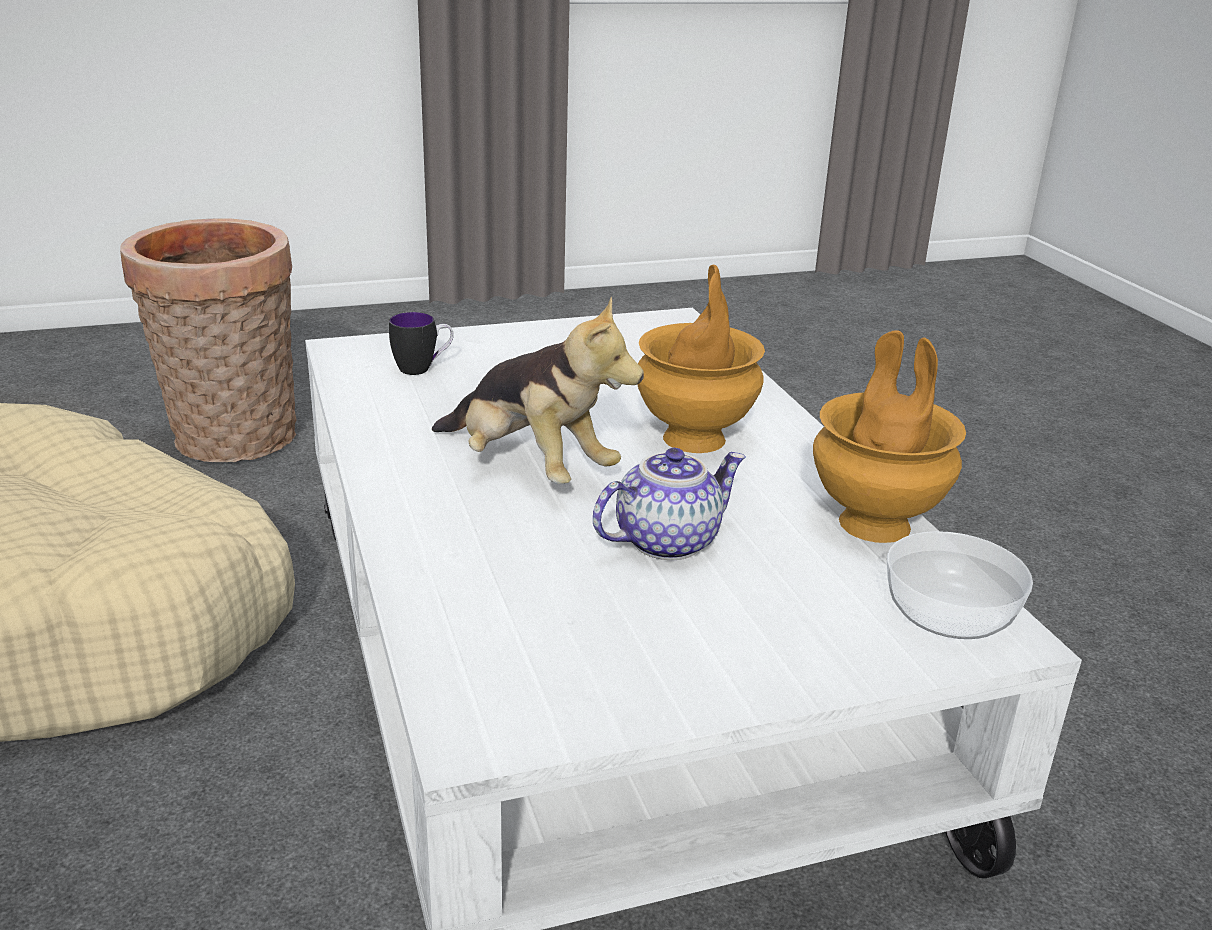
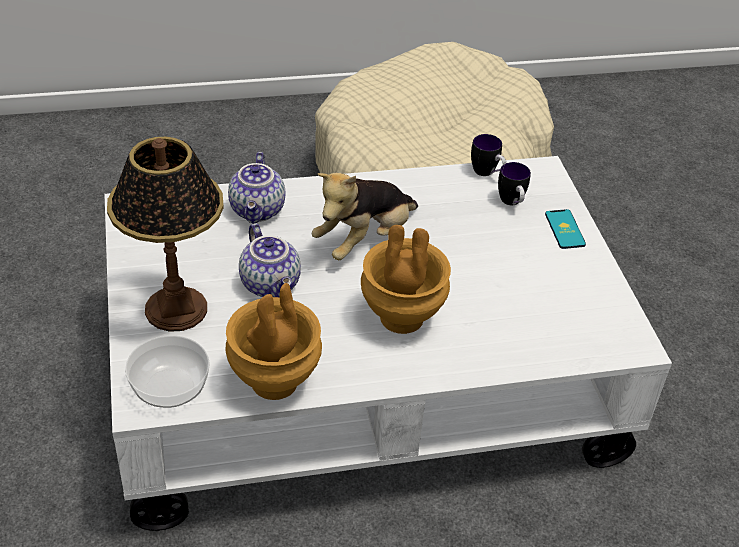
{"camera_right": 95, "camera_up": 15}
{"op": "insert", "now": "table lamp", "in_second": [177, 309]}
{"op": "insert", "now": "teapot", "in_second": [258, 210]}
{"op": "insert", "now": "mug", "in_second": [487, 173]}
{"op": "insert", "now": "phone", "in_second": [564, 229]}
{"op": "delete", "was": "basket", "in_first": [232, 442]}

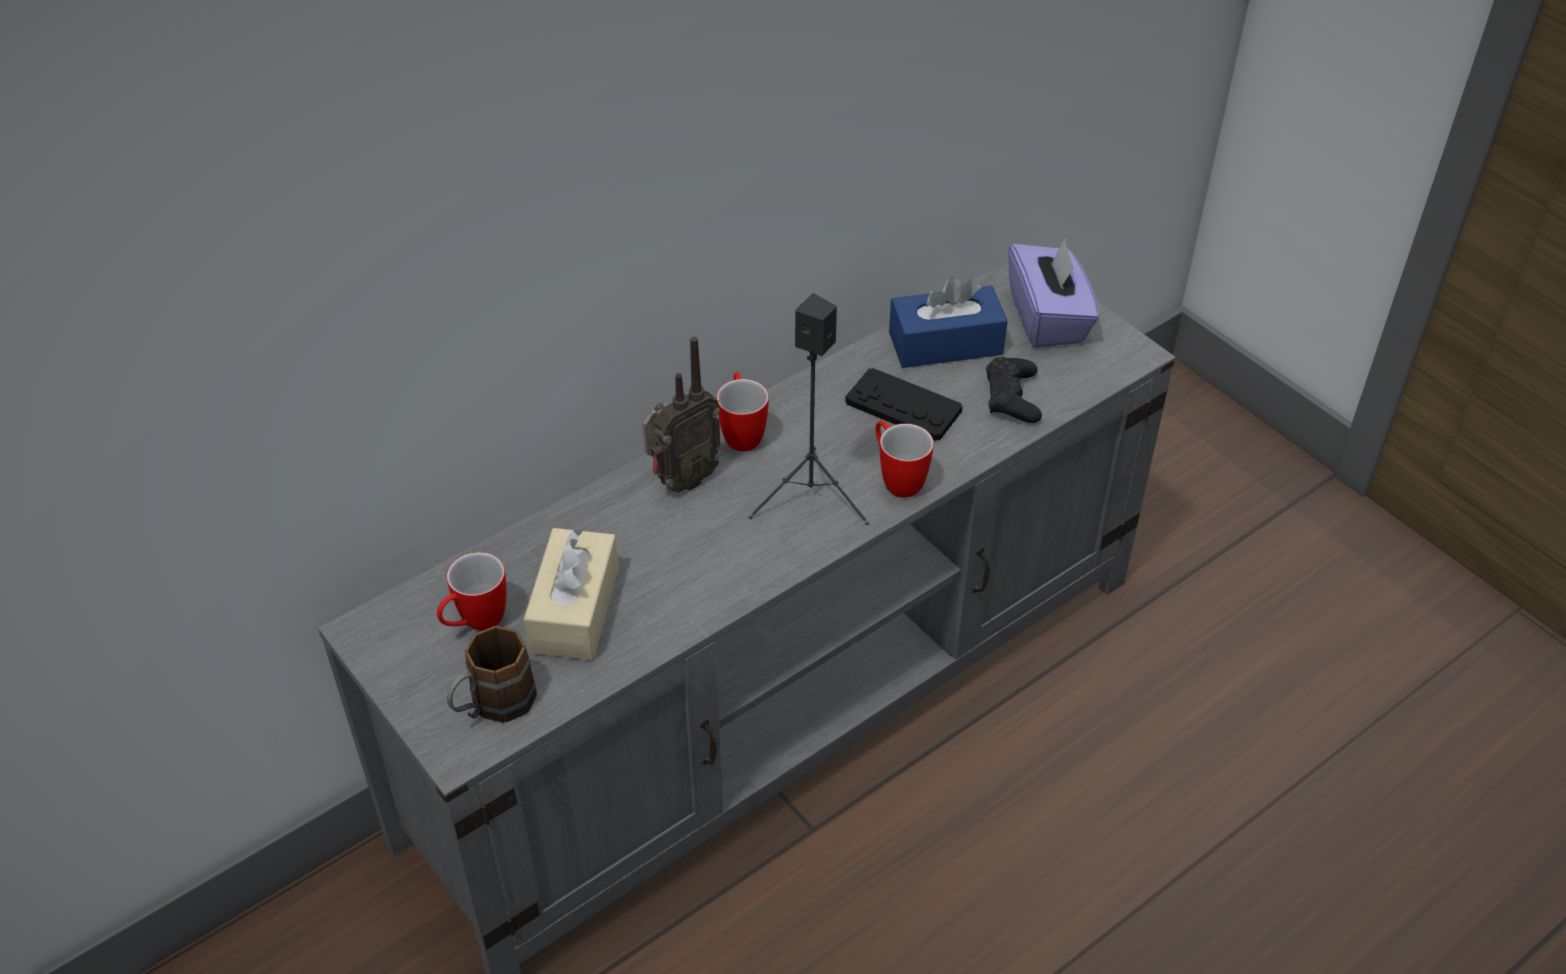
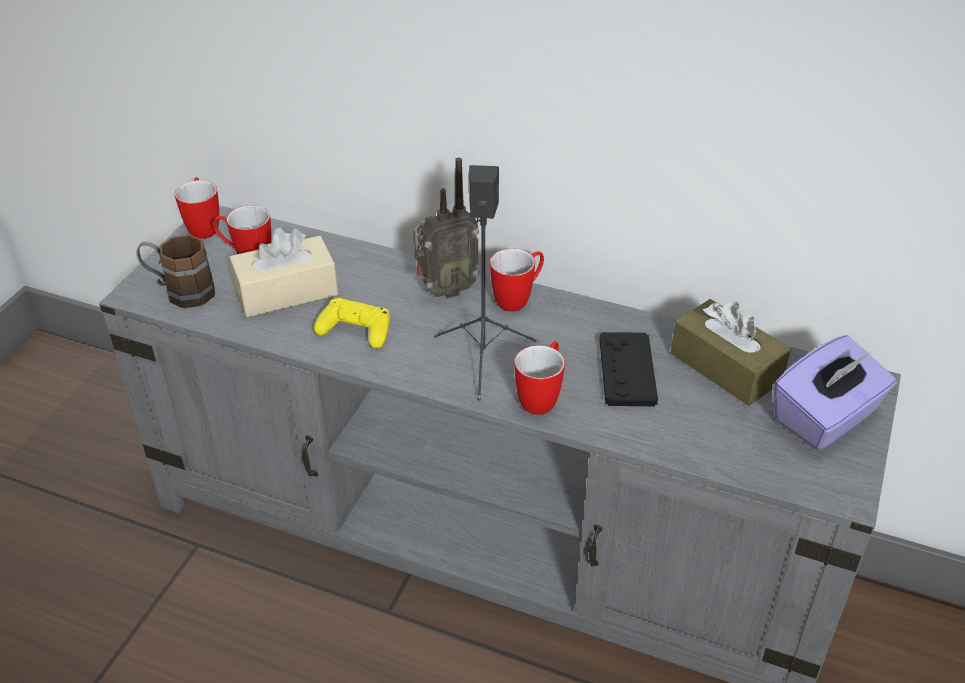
{"camera_right": 60, "camera_up": -5}
{"op": "insert", "now": "mug", "in_second": [203, 226]}
{"op": "insert", "now": "yellow game controller", "in_second": [356, 330]}
{"op": "rotate", "was": "radio", "in_first": [682, 480], "in_second": [445, 290], "clockwise": -45}
{"op": "recolor", "was": "blue tissue box", "now": "brown tissue box", "in_first": [945, 344], "in_second": [725, 367]}
{"op": "delete", "was": "black game controller", "in_first": [1012, 397]}

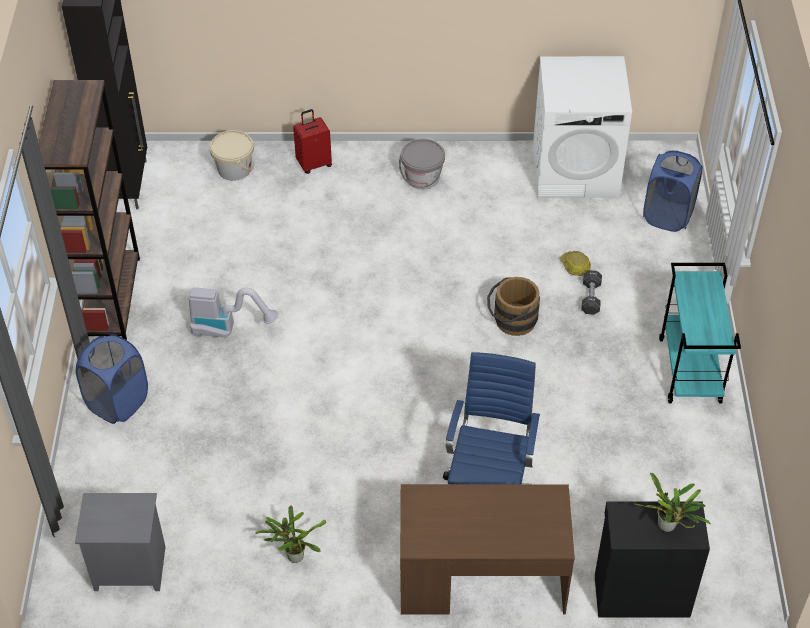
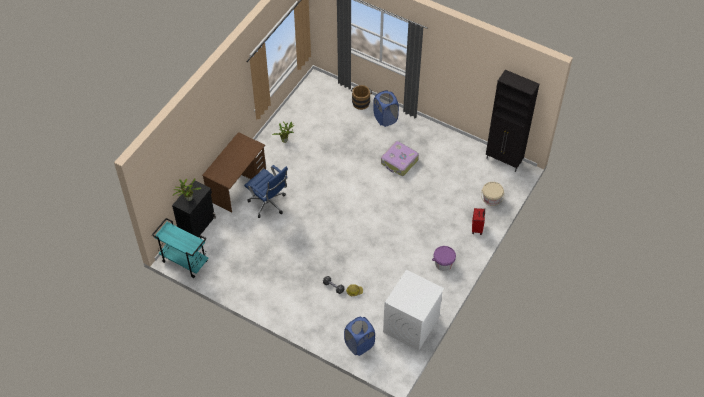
{"camera_right": 120, "camera_up": 5}
{"op": "move", "was": "turquoise cart", "in_first": [690, 371], "in_second": [184, 261]}
{"op": "move", "was": "brown bucket", "in_first": [511, 321], "in_second": [361, 102]}
{"op": "replace", "was": "vacuum cleaner", "now": "suitcase", "in_first": [228, 329], "in_second": [399, 162]}
{"op": "recolor", "was": "grey bucket", "now": "purple bucket", "in_first": [422, 178], "in_second": [443, 263]}
{"op": "delete", "was": "brown bookcase", "in_first": [110, 298]}
{"op": "delete", "was": "grey nightstand", "in_first": [128, 569]}

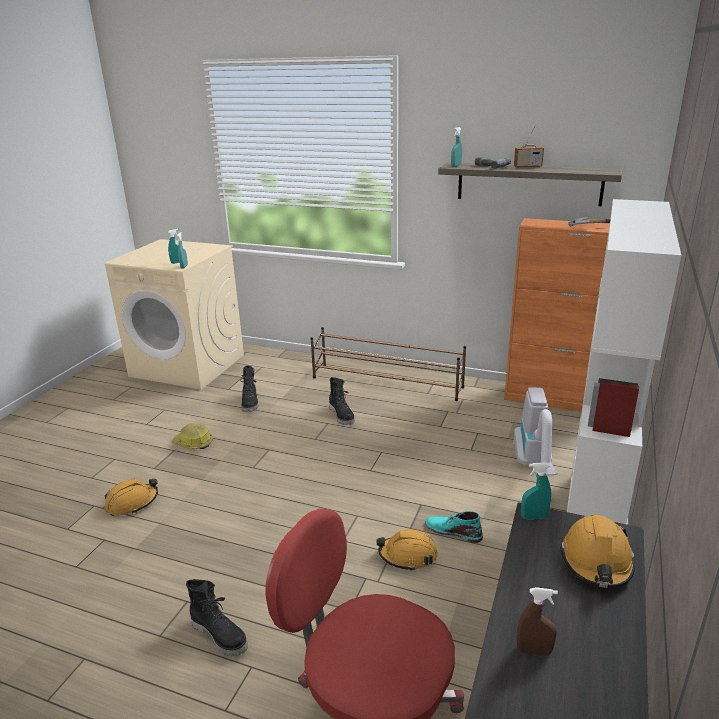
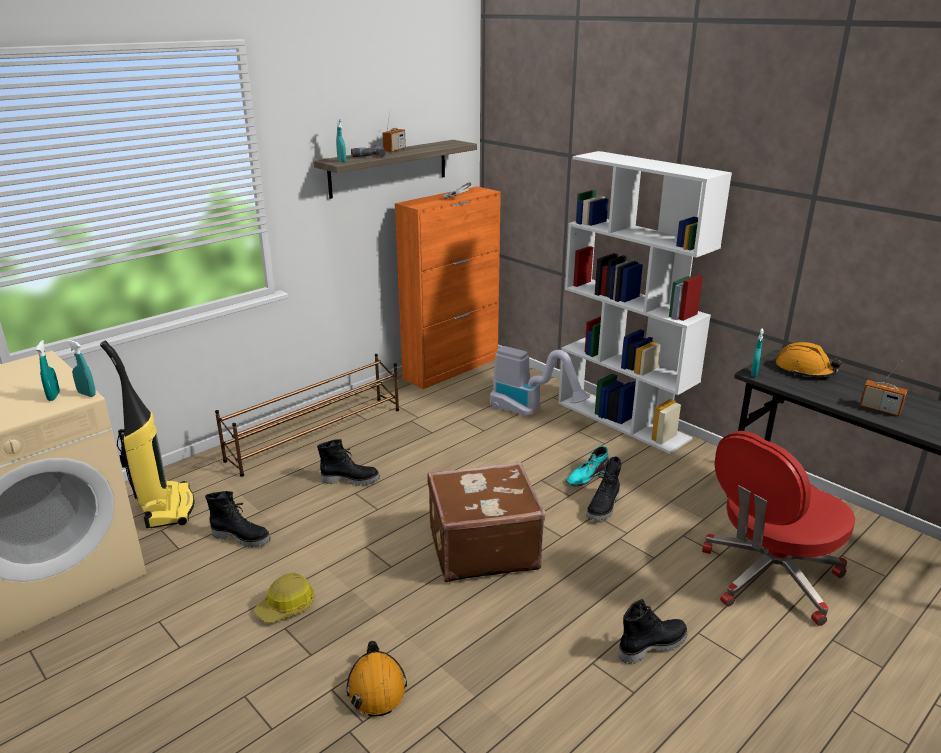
{"camera_right": -65, "camera_up": 0}
{"op": "insert", "now": "vacuum cleaner", "in_second": [166, 508]}
{"op": "insert", "now": "brown suitcase", "in_second": [482, 548]}
{"op": "replace", "was": "orange hard hat", "now": "black boot", "in_first": [408, 555], "in_second": [604, 507]}
{"op": "replace", "was": "brown spray bottle", "now": "radio", "in_first": [534, 651], "in_second": [880, 409]}

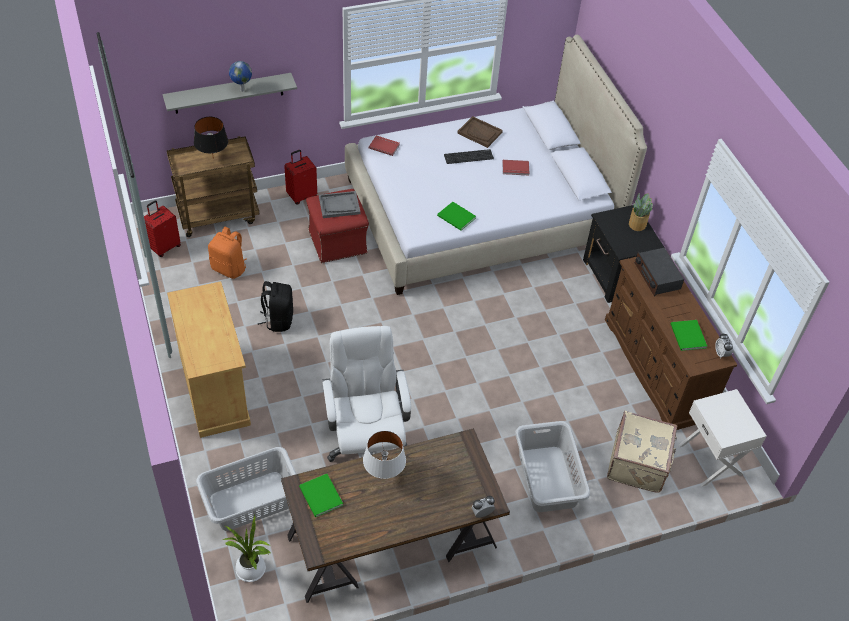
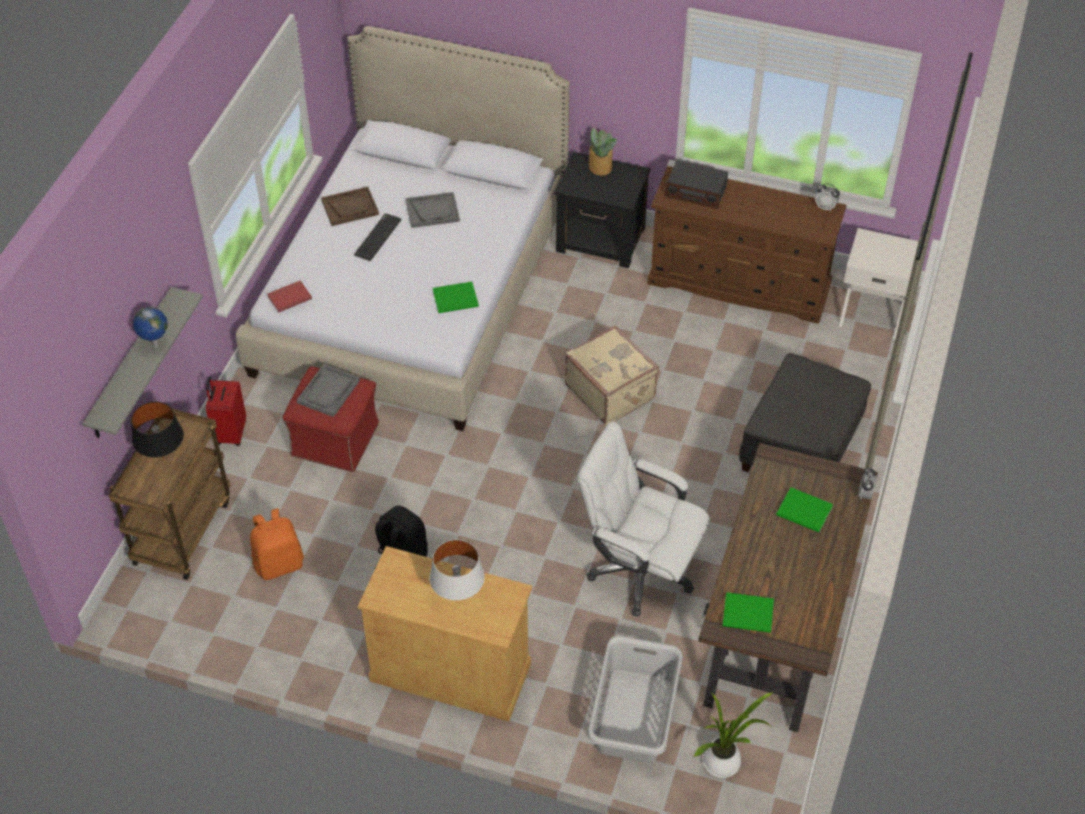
{"camera_right": -50, "camera_up": 0}
{"op": "replace", "was": "red book", "now": "grey tray", "in_first": [515, 169], "in_second": [432, 211]}
{"op": "move", "was": "white table lamp", "in_first": [384, 474], "in_second": [458, 597]}
{"op": "move", "was": "beige suitcase", "in_first": [639, 463], "in_second": [611, 391]}
{"op": "replace", "was": "grey laundry basket", "now": "grey ottoman", "in_first": [548, 478], "in_second": [800, 446]}
{"op": "move", "was": "green book", "in_first": [687, 337], "in_second": [805, 512]}
{"op": "delete", "was": "red suitcase", "in_first": [164, 247]}

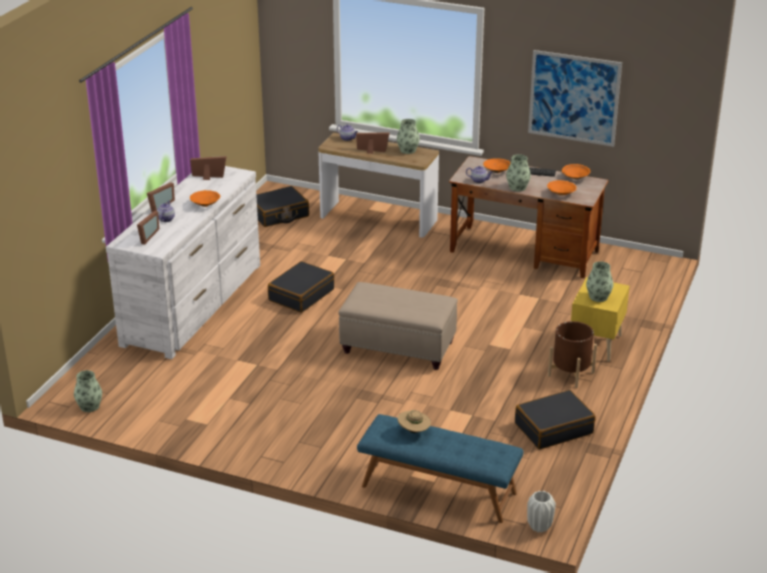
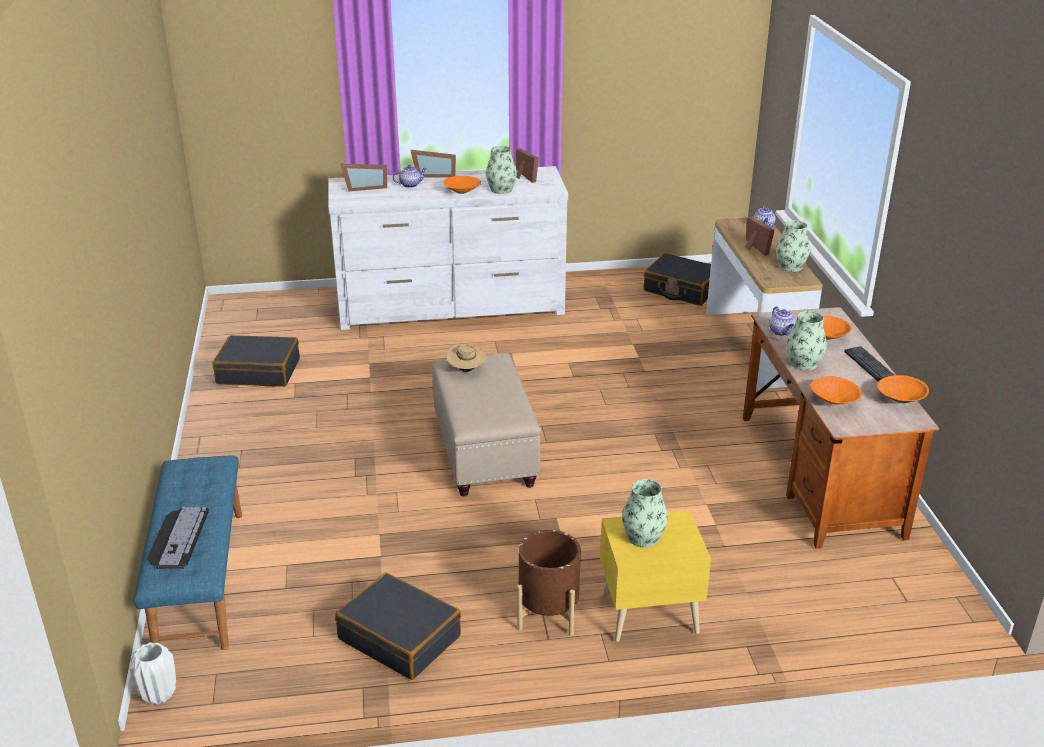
{"camera_right": 60, "camera_up": 0}
{"op": "insert", "now": "keyboard", "in_second": [177, 537]}
{"op": "move", "was": "black suitcase", "in_first": [301, 295], "in_second": [259, 371]}
{"op": "move", "was": "beige hat", "in_first": [414, 431], "in_second": [466, 370]}
{"op": "move", "was": "vase", "in_first": [89, 406], "in_second": [501, 189]}
{"op": "delete", "was": "picture", "in_first": [574, 98]}

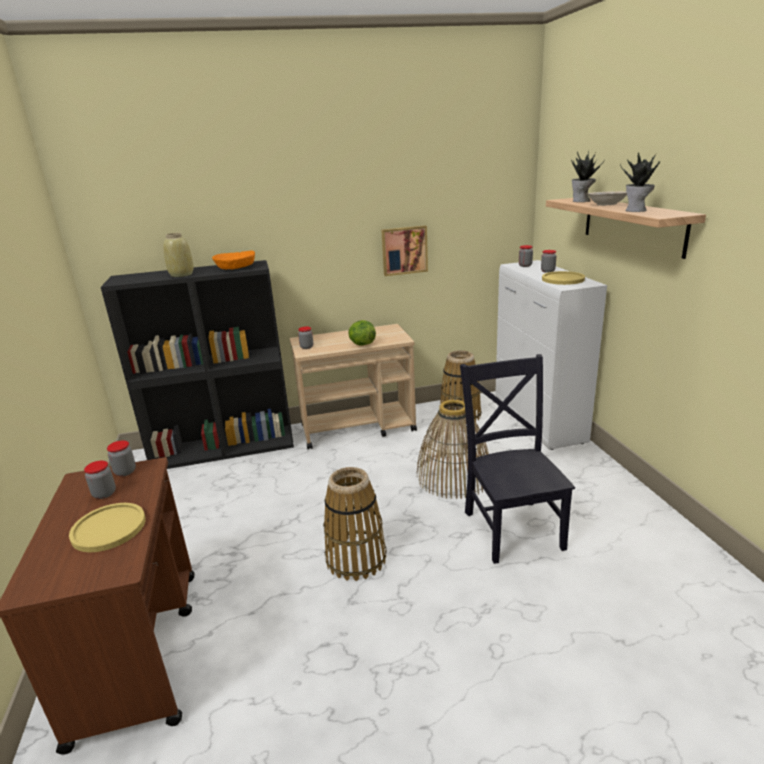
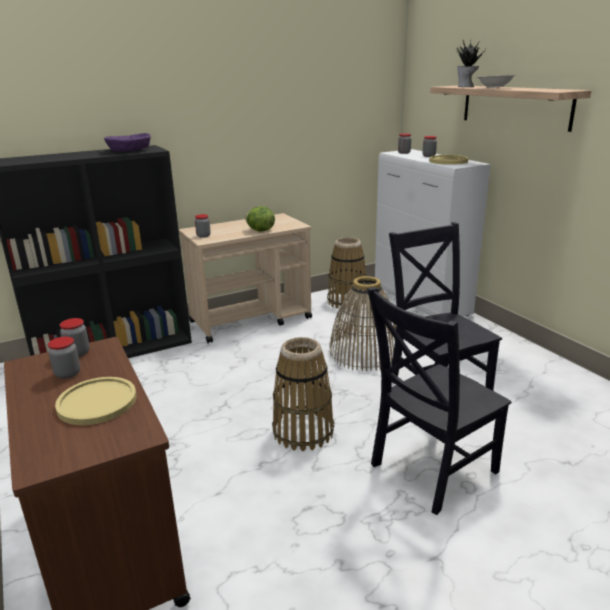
{"camera_right": -15, "camera_up": 0}
{"op": "recolor", "was": "orange bowl", "now": "purple bowl", "in_first": [235, 268], "in_second": [129, 150]}
{"op": "insert", "now": "black chair", "in_second": [430, 470]}
{"op": "delete", "was": "beige vase", "in_first": [181, 274]}
{"op": "delete", "was": "picture", "in_first": [404, 250]}
{"op": "delete", "was": "potted plant", "in_first": [637, 210]}

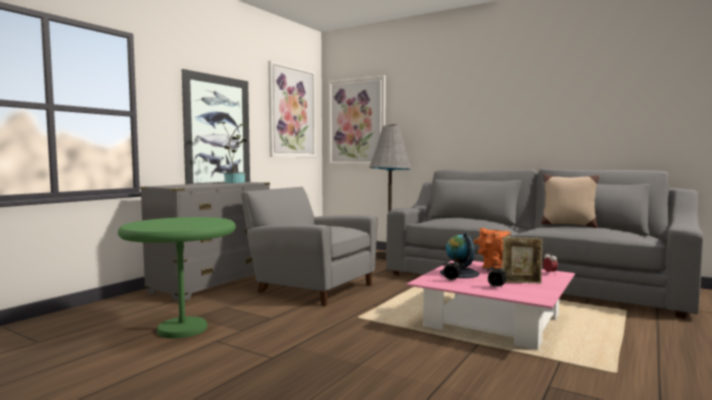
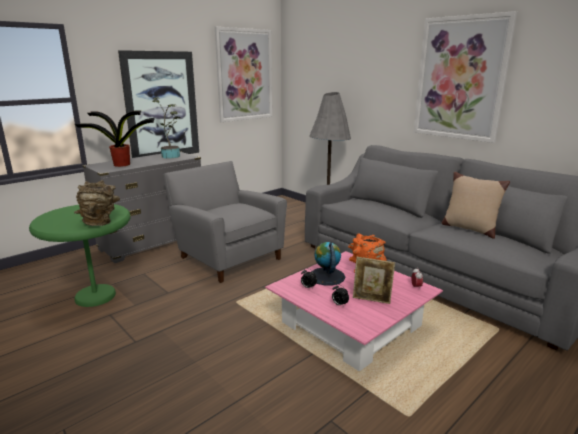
{"camera_right": 15, "camera_up": 15}
{"op": "insert", "now": "brown vase", "in_second": [100, 222]}
{"op": "insert", "now": "potted plant", "in_second": [121, 164]}
{"op": "move", "was": "picture", "in_first": [356, 122], "in_second": [460, 79]}

